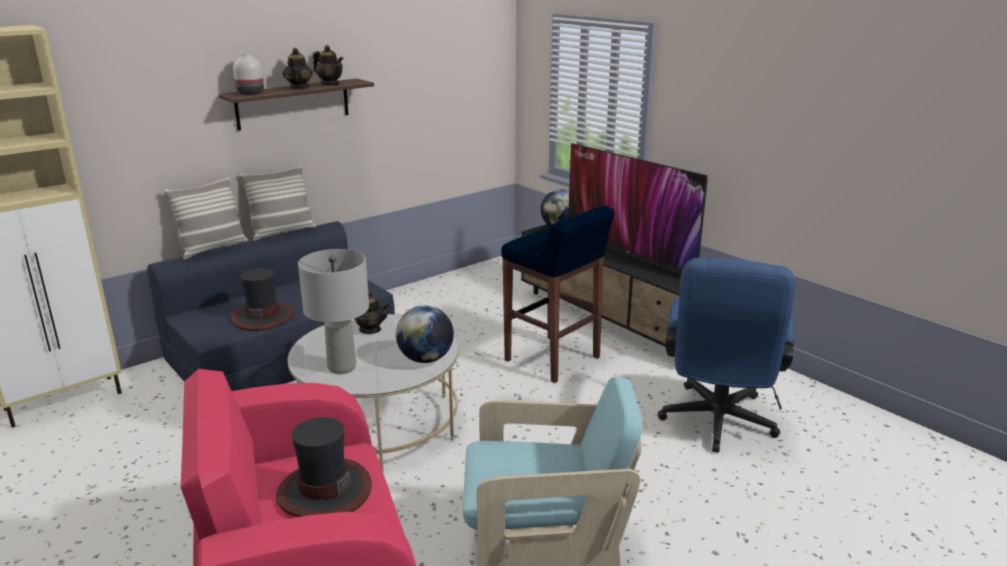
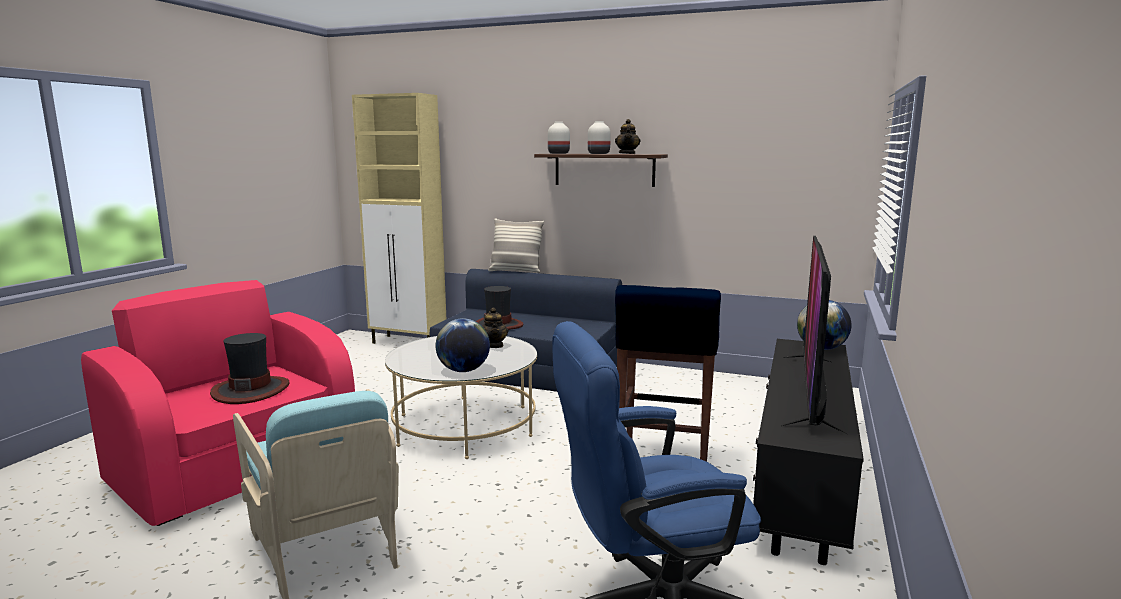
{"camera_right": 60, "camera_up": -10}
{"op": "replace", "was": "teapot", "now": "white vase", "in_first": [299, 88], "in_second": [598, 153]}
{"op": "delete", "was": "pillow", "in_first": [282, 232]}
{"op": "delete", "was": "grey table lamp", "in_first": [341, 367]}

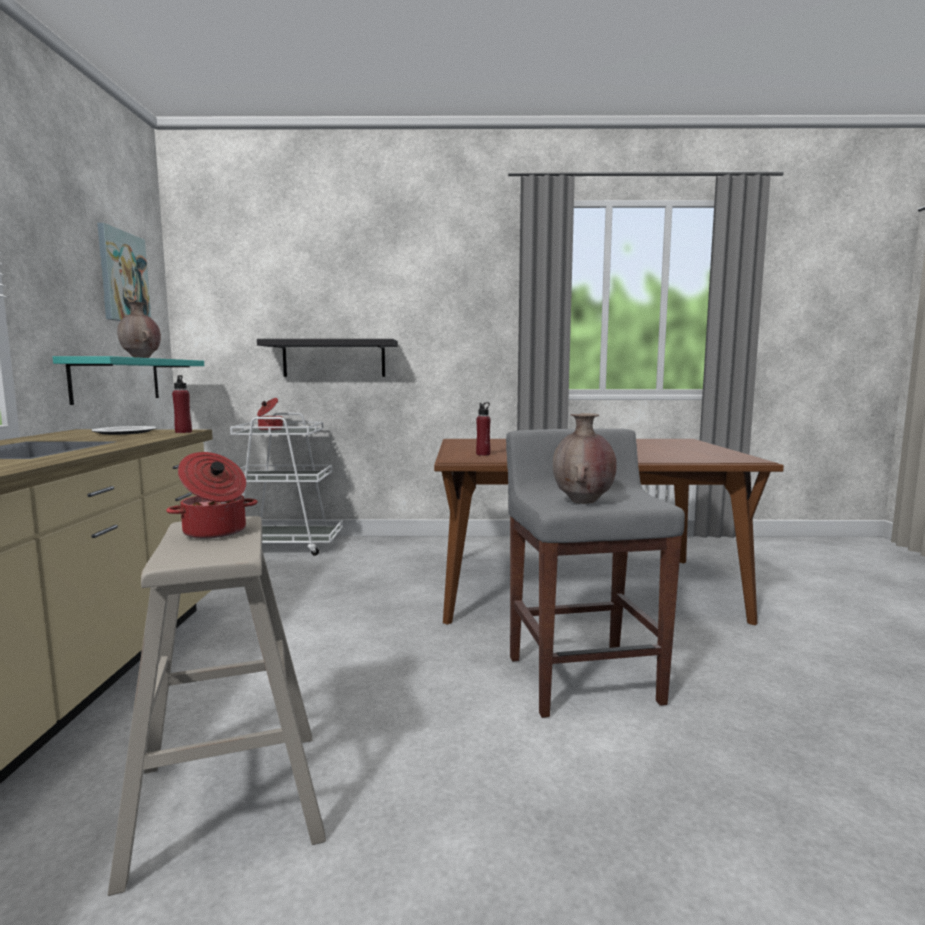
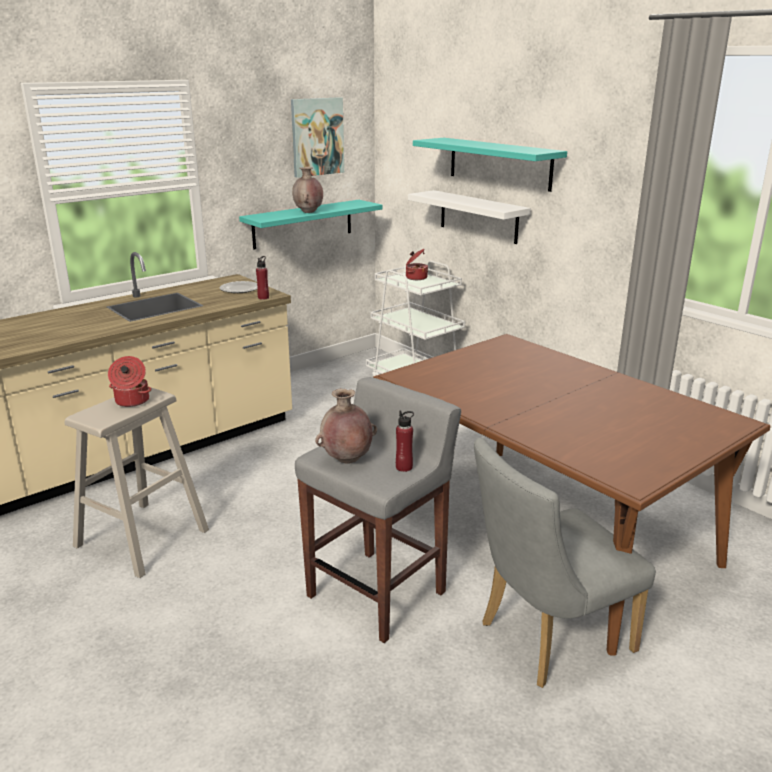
{"camera_right": 50, "camera_up": 15}
{"op": "move", "was": "red bottle", "in_first": [483, 454], "in_second": [404, 467]}
{"op": "recolor", "was": "black shelf", "now": "white shelf", "in_first": [334, 358], "in_second": [478, 216]}
{"op": "insert", "now": "turquoise shelf", "in_second": [499, 163]}
{"op": "insert", "now": "grey chair", "in_second": [546, 639]}

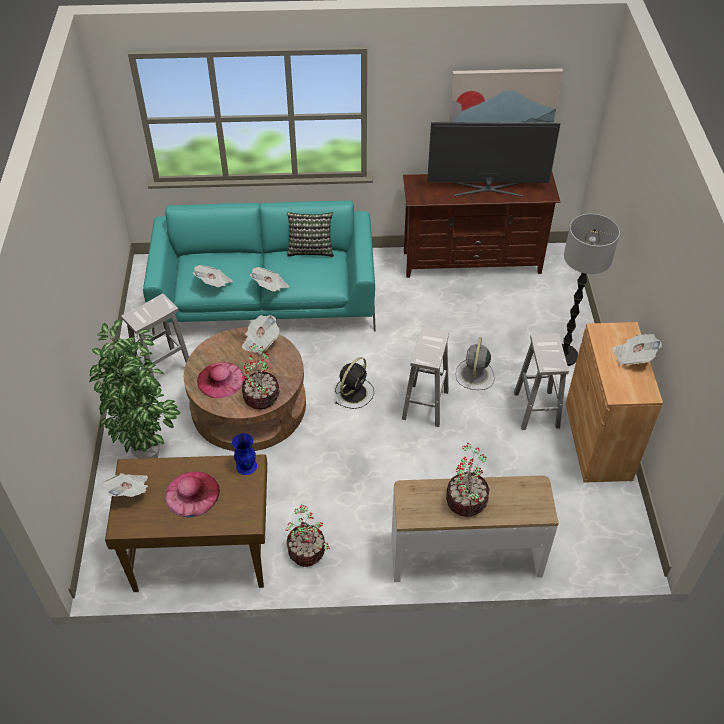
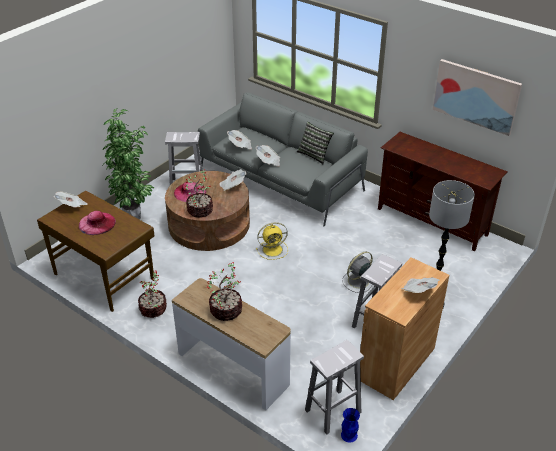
{"camera_right": 40, "camera_up": -10}
{"op": "recolor", "was": "turquoise sofa", "now": "grey sofa", "in_first": [266, 298], "in_second": [281, 179]}
{"op": "recolor", "was": "black fan", "now": "yellow fan", "in_first": [354, 392], "in_second": [273, 249]}
{"op": "move", "was": "white stool", "in_first": [425, 405], "in_second": [332, 412]}
{"op": "move", "was": "blue vase", "in_first": [247, 466], "in_second": [349, 435]}
{"op": "delete", "was": "television", "in_first": [487, 189]}

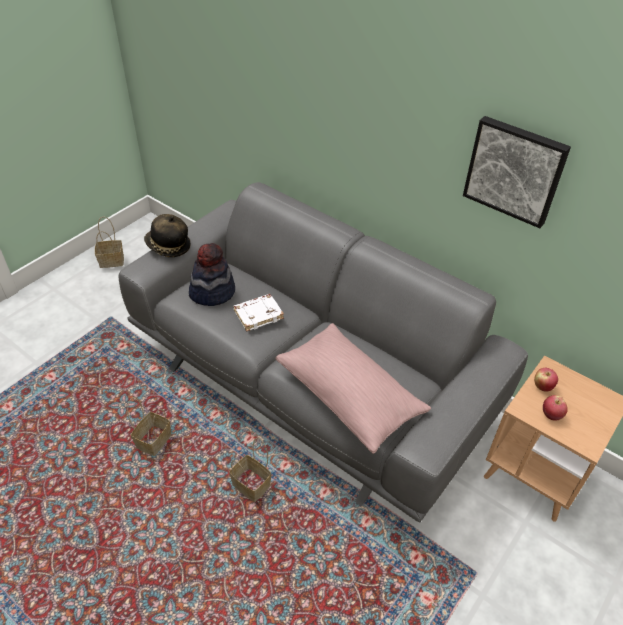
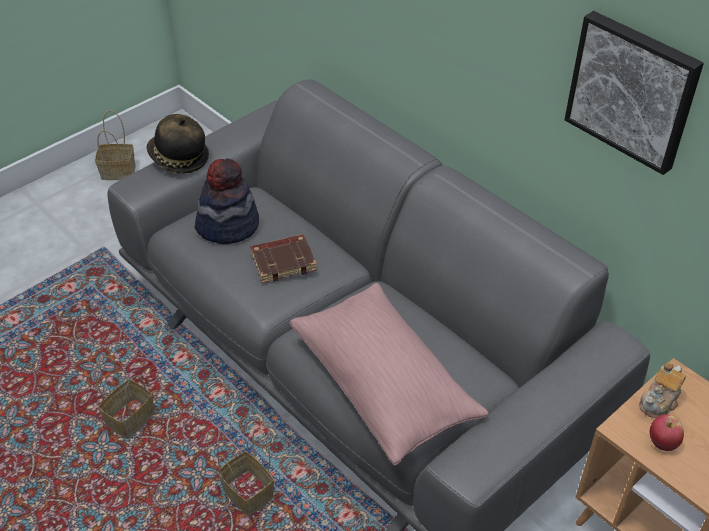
{"camera_right": 10, "camera_up": 0}
{"op": "recolor", "was": "white book", "now": "brown book", "in_first": [258, 314], "in_second": [284, 261]}
{"op": "replace", "was": "apple", "now": "teapot", "in_first": [542, 386], "in_second": [659, 401]}

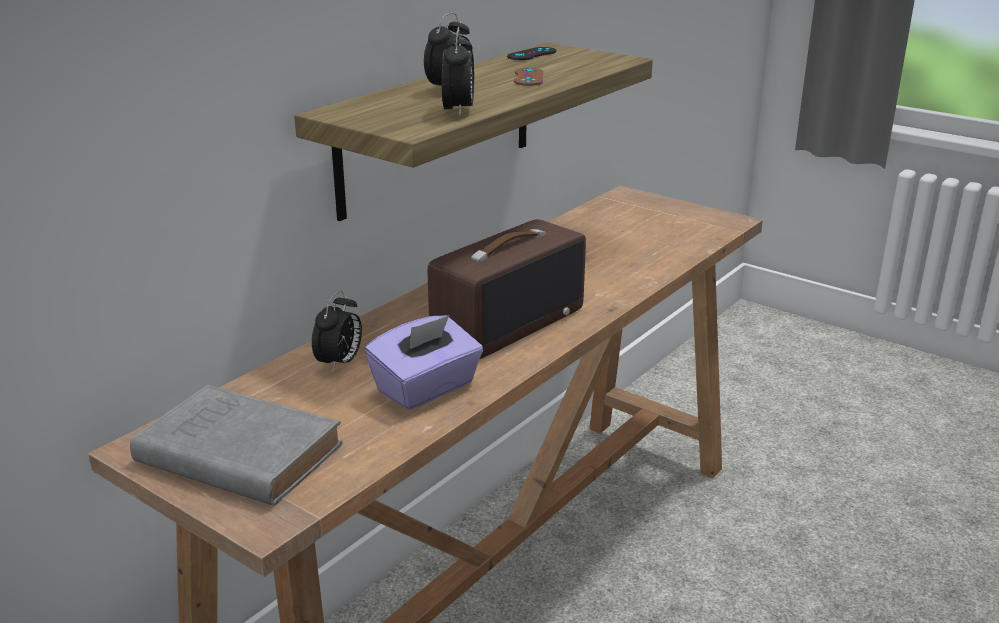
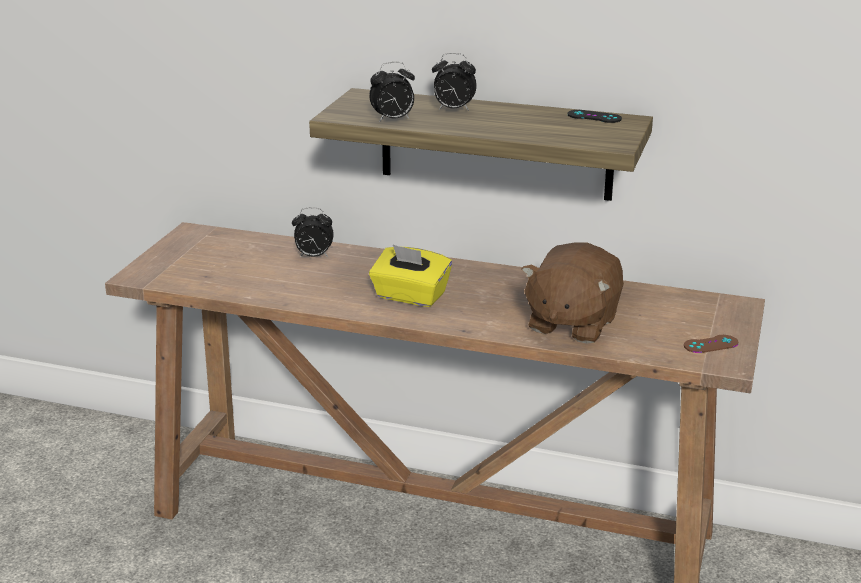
{"camera_right": 70, "camera_up": 0}
{"op": "replace", "was": "radio", "now": "yellow tissue box", "in_first": [508, 323], "in_second": [410, 296]}
{"op": "insert", "now": "brown plush toy", "in_second": [571, 323]}
{"op": "move", "was": "brown game controller", "in_first": [528, 77], "in_second": [711, 344]}
{"op": "delete", "was": "grey book", "in_first": [235, 453]}
{"op": "delete", "was": "purple tissue box", "in_first": [426, 388]}

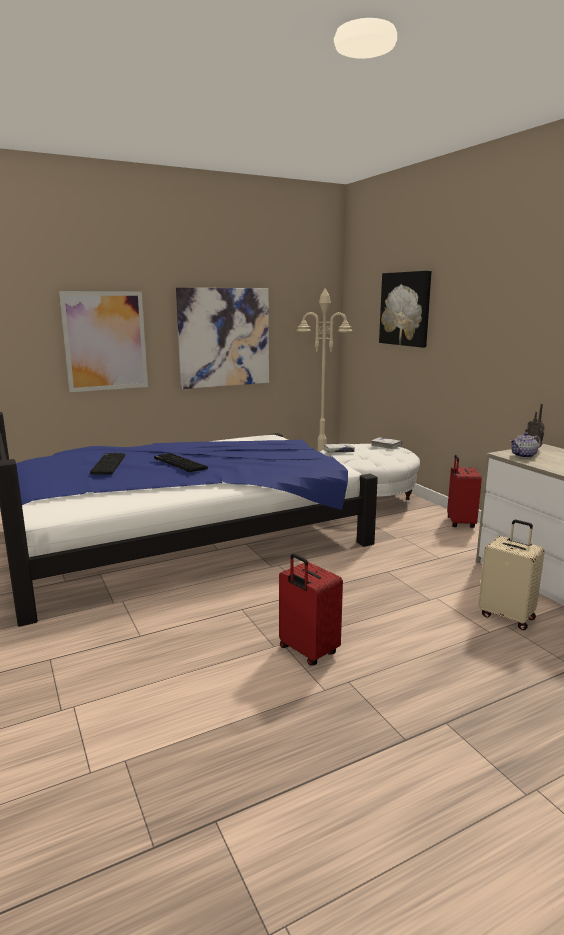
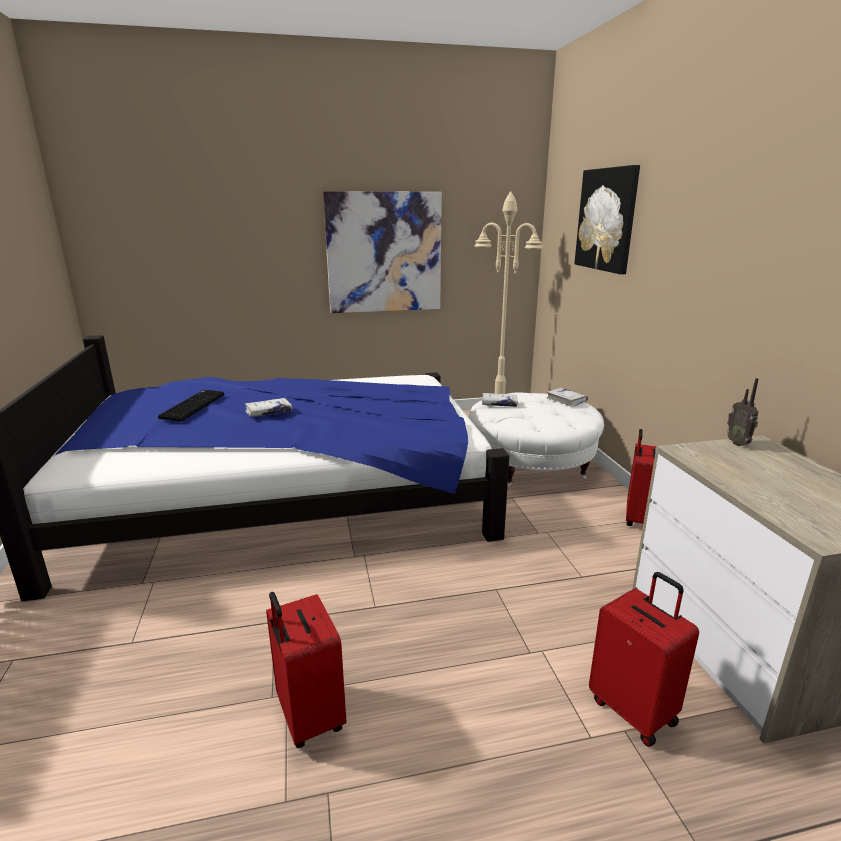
{"camera_right": 15, "camera_up": 5}
{"op": "replace", "was": "keyboard", "now": "white book", "in_first": [178, 464], "in_second": [268, 412]}
{"op": "recolor", "was": "beige suitcase", "now": "red suitcase", "in_first": [507, 616], "in_second": [634, 710]}
{"op": "delete", "was": "picture", "in_first": [105, 341]}
{"op": "delete", "was": "teapot", "in_first": [524, 456]}

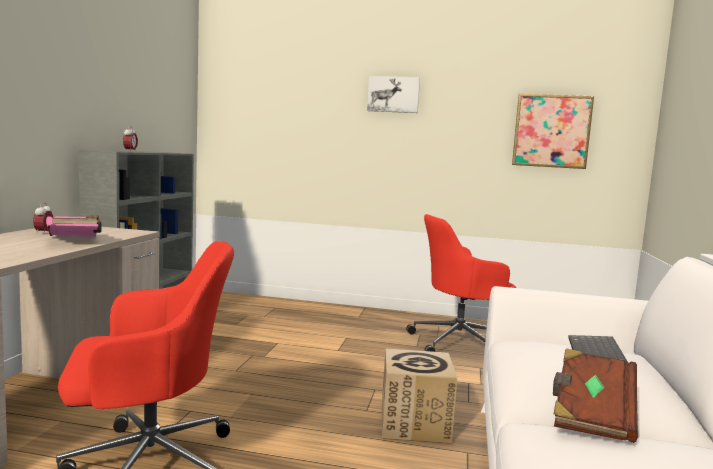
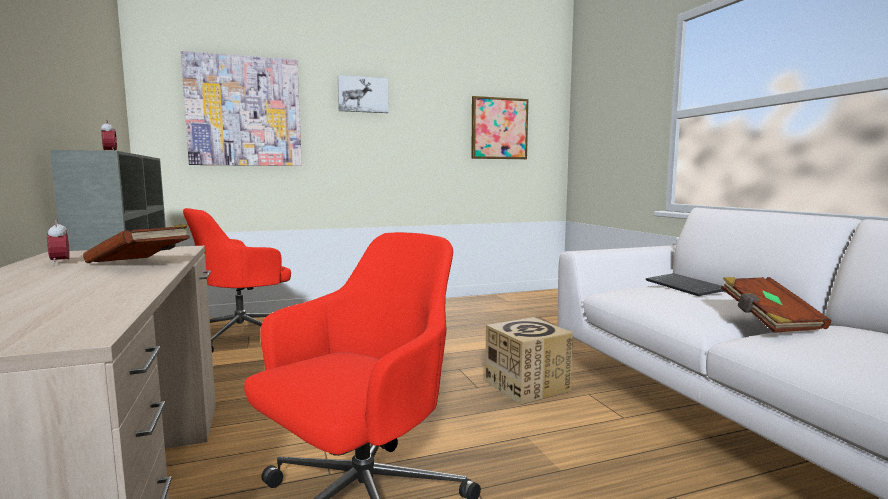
{"camera_right": -30, "camera_up": 0}
{"op": "recolor", "was": "pink book", "now": "brown book", "in_first": [75, 241], "in_second": [140, 264]}
{"op": "insert", "now": "picture", "in_second": [244, 111]}
{"op": "move", "was": "red office chair", "in_first": [460, 343], "in_second": [243, 335]}

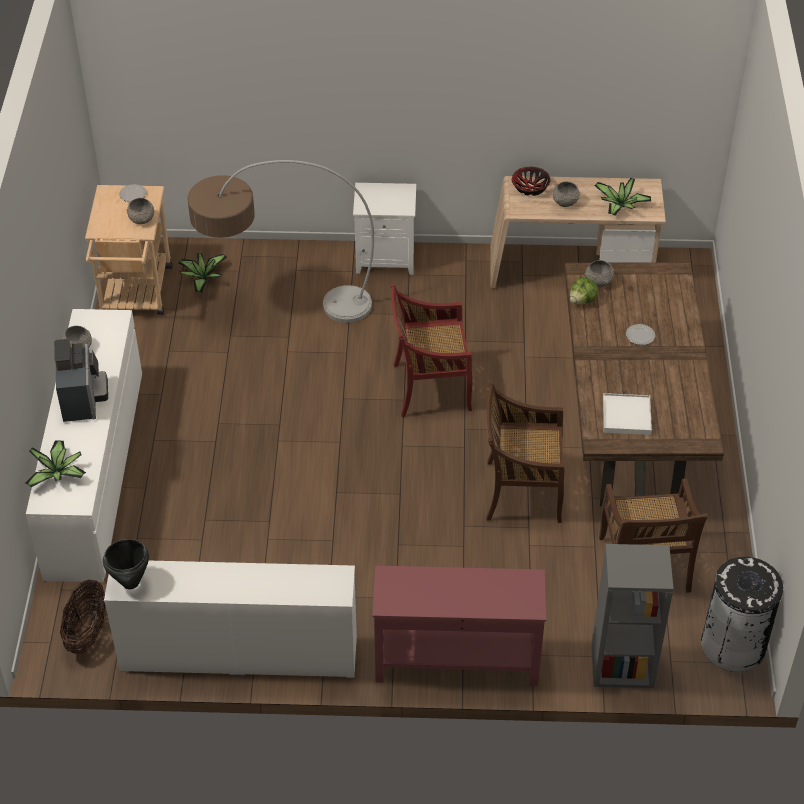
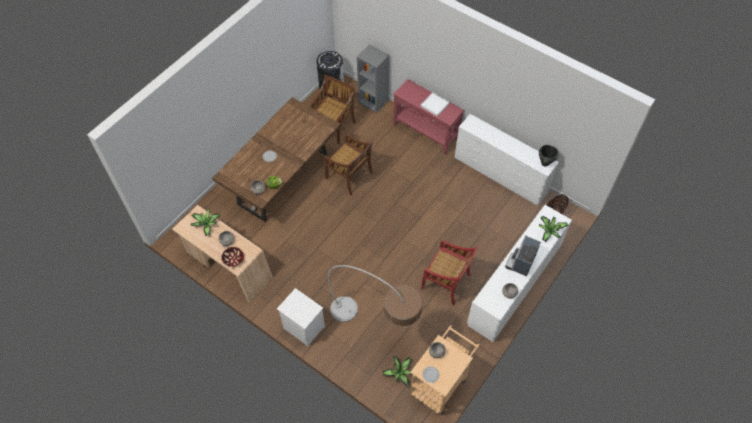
{"camera_right": -145, "camera_up": 10}
{"op": "move", "was": "white tray", "in_first": [626, 416], "in_second": [435, 105]}
{"op": "move", "was": "red chair", "in_first": [430, 387], "in_second": [446, 282]}

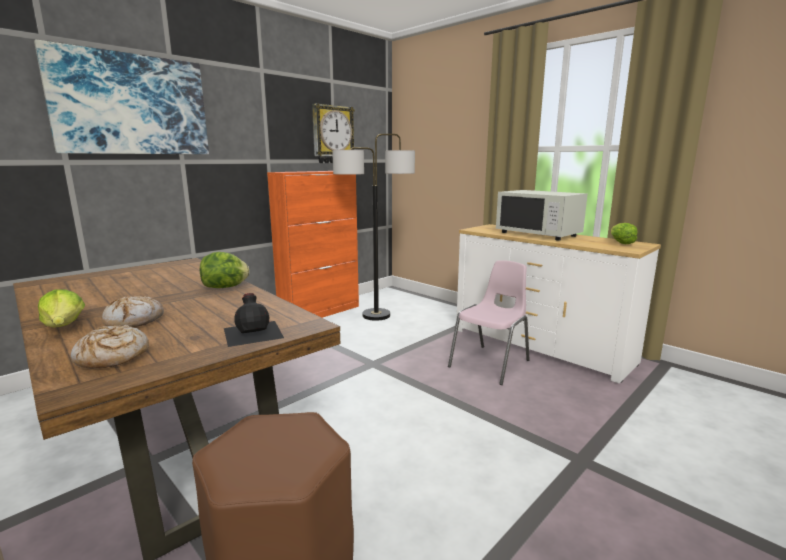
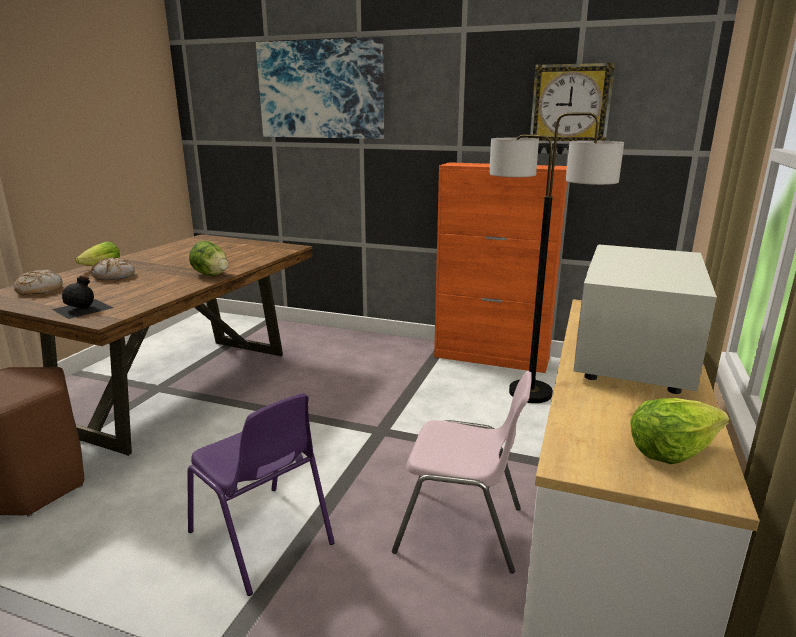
{"camera_right": 65, "camera_up": 5}
{"op": "insert", "now": "purple chair", "in_second": [262, 538]}

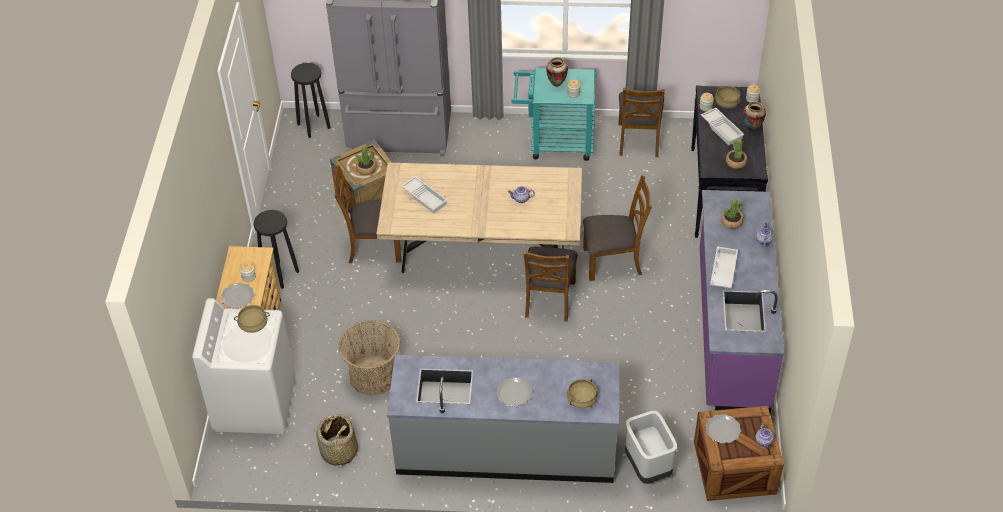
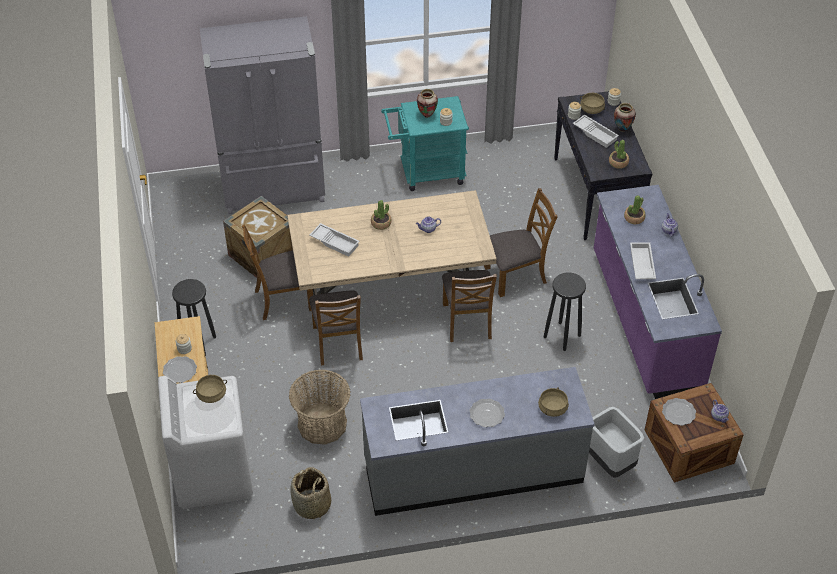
{"camera_right": -15, "camera_up": 0}
{"op": "move", "was": "brown chair", "in_first": [639, 139], "in_second": [338, 342]}
{"op": "move", "was": "potted plant", "in_first": [366, 169], "in_second": [381, 223]}
{"op": "move", "was": "black stool", "in_first": [314, 126], "in_second": [562, 336]}

